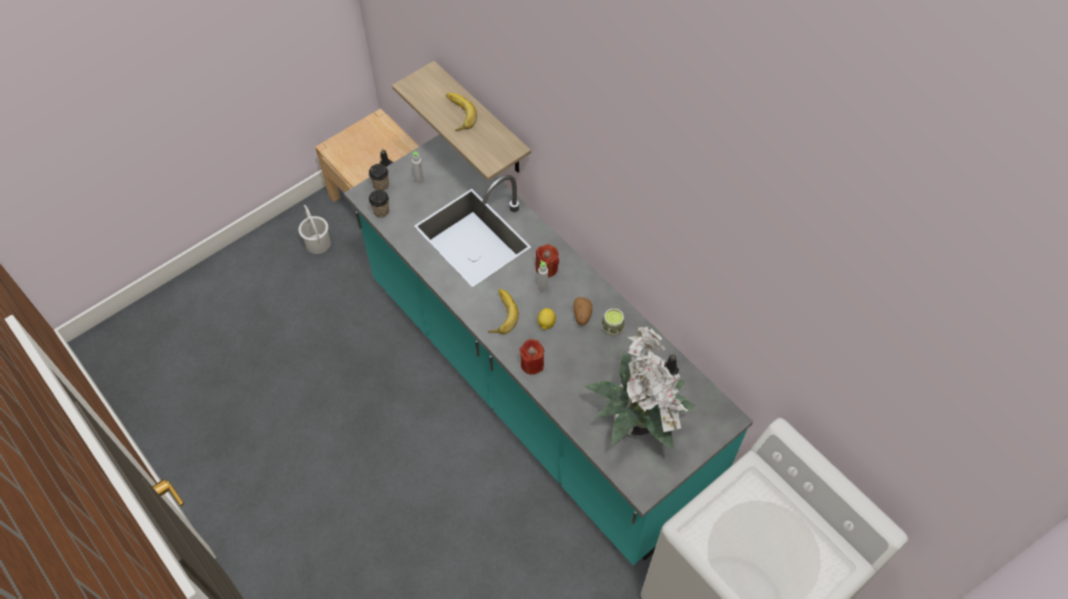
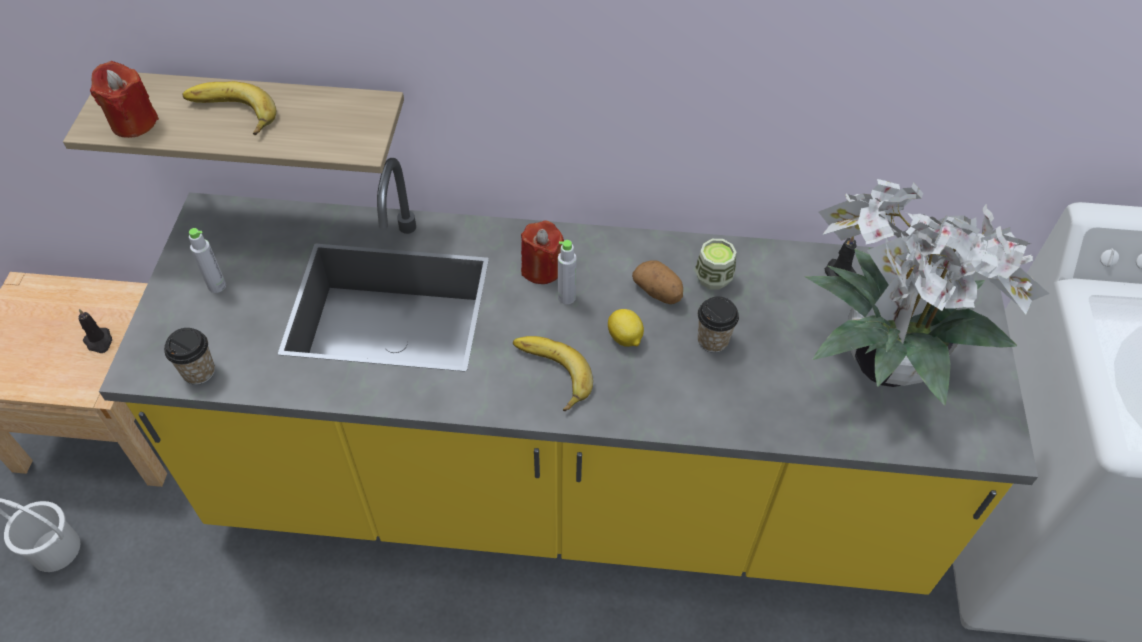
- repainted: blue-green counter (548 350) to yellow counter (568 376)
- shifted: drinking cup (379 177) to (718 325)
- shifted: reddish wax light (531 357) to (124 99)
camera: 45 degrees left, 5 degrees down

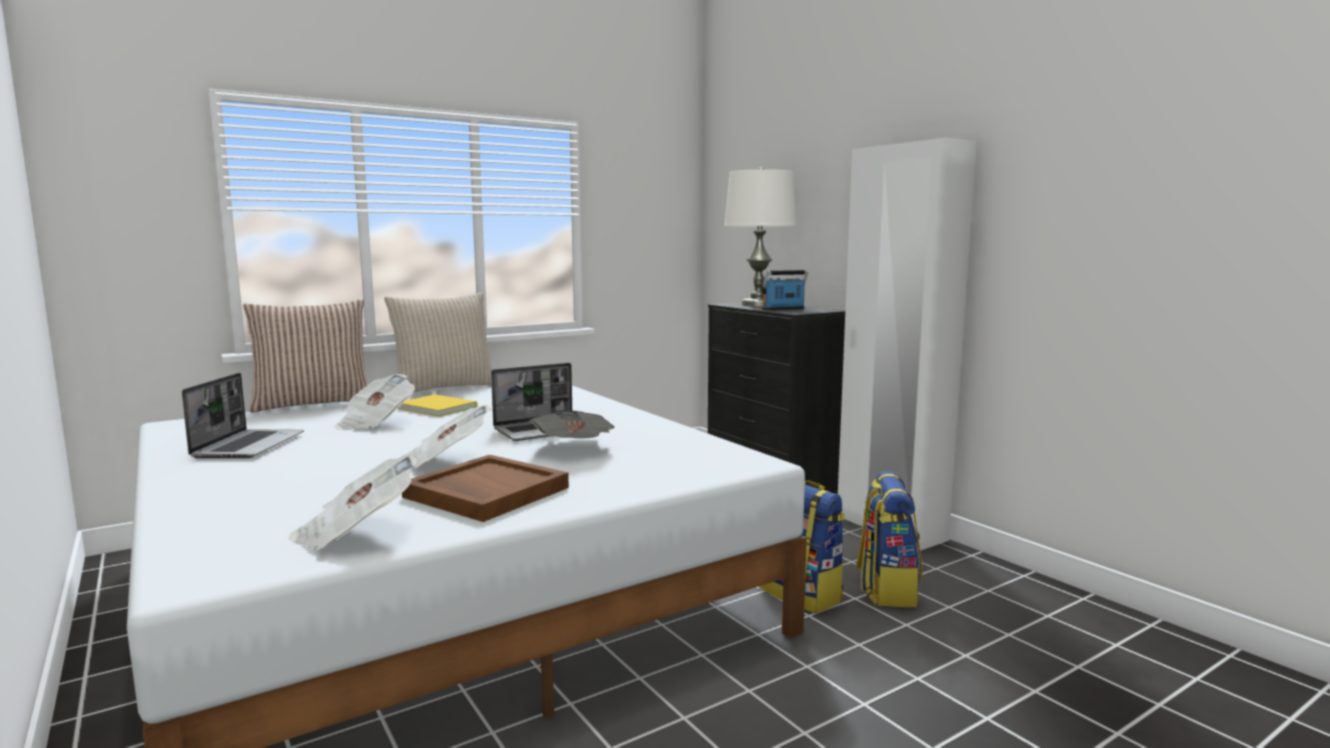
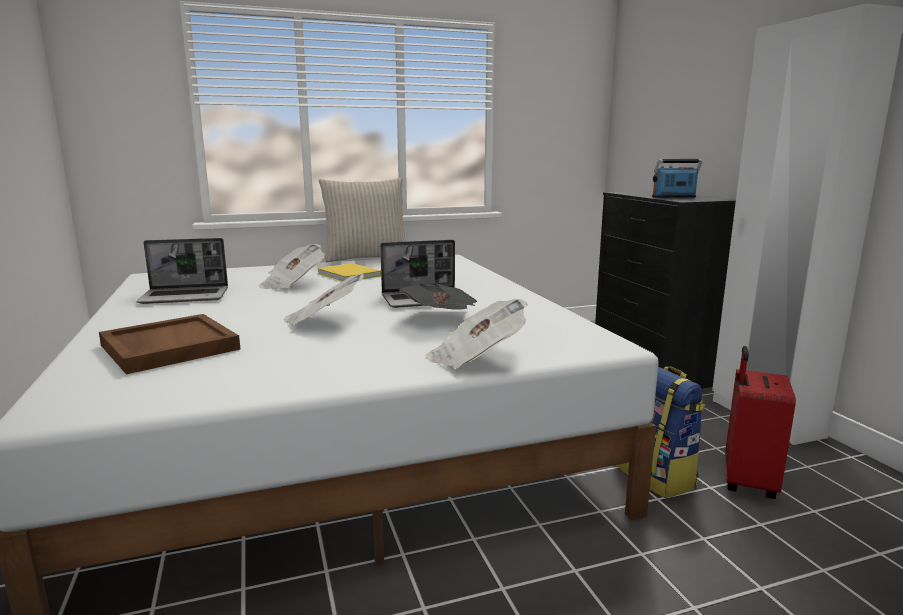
- rotated: portable computer (243 415) = (182 271) 60 degrees clockwise
- gone: pillow (305 355)
- shifted: daily paper (353 503) to (477 334)
- shifted: brown serving tray (485 488) to (169 344)
- gone: white tabletop lamp (760 237)
- swapped: backpack (889 539) to reddish travel case (760 422)
camera: 15 degrees right, 5 degrees up

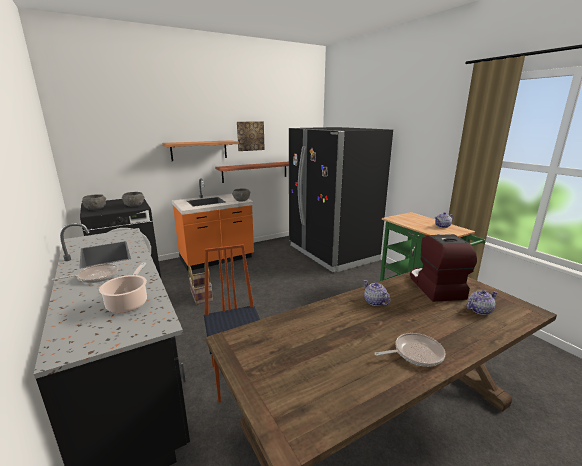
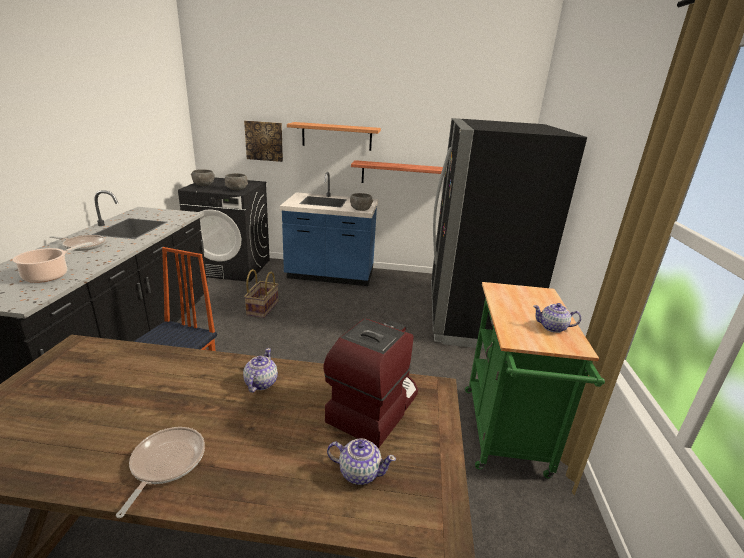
- repainted: orange-coloured counter (213 224) to blue-coloured counter (329 229)
- shifted: wall art (251 136) to (263 141)
- rotated: skillet (409 350) = (160 472) 105 degrees counterclockwise
camera: 35 degrees right, 5 degrees up

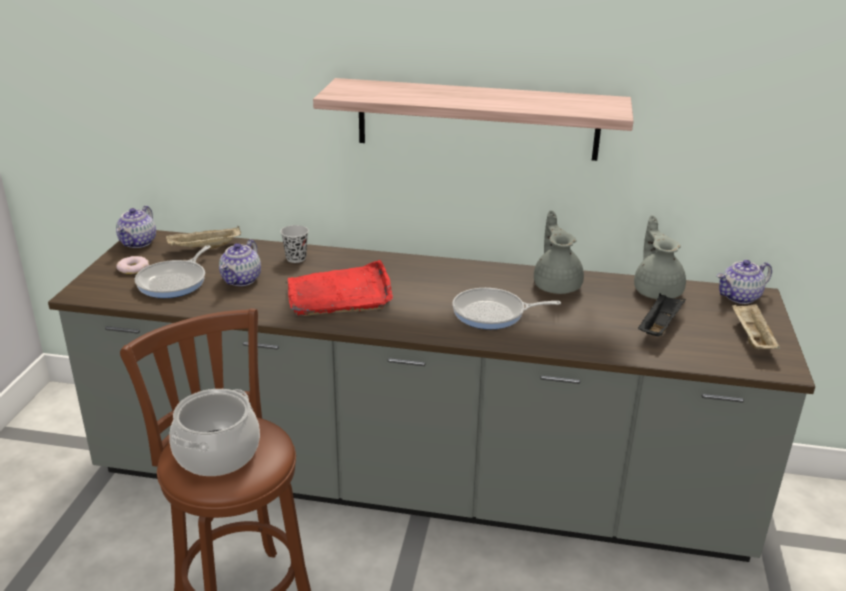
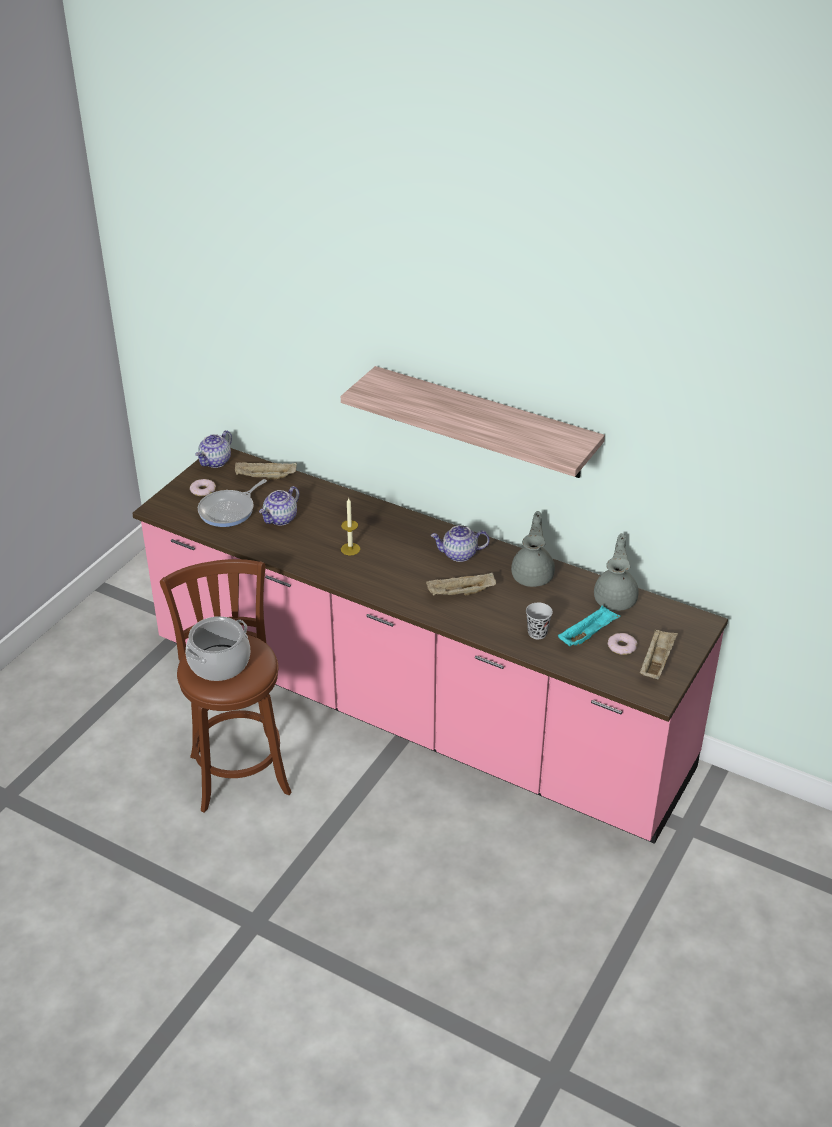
- repainted: greyish counter (431 396) to pink counter (430 646)
- shifted: black-coloured drinking cup (294 244) to (539 621)
- swapped: reddish serving tray (340 288) to wax light (350 526)
- swapped: skillet (506 308) to beige-coloured serving tray (461 584)
- repainted: black-coloured serving tray (662 315) to blue-green serving tray (589 625)
- shifted: tea pot (744 282) to (460 543)
- new: doughnut (622 644)
camera: 20 degrees right, 10 degrees up

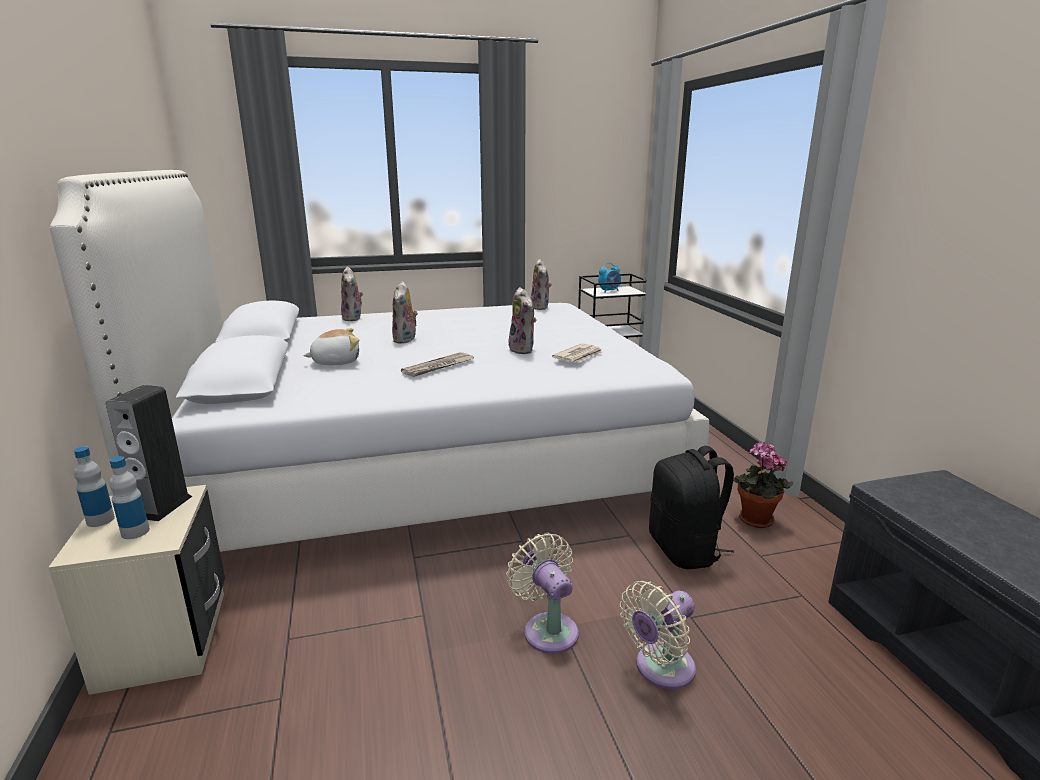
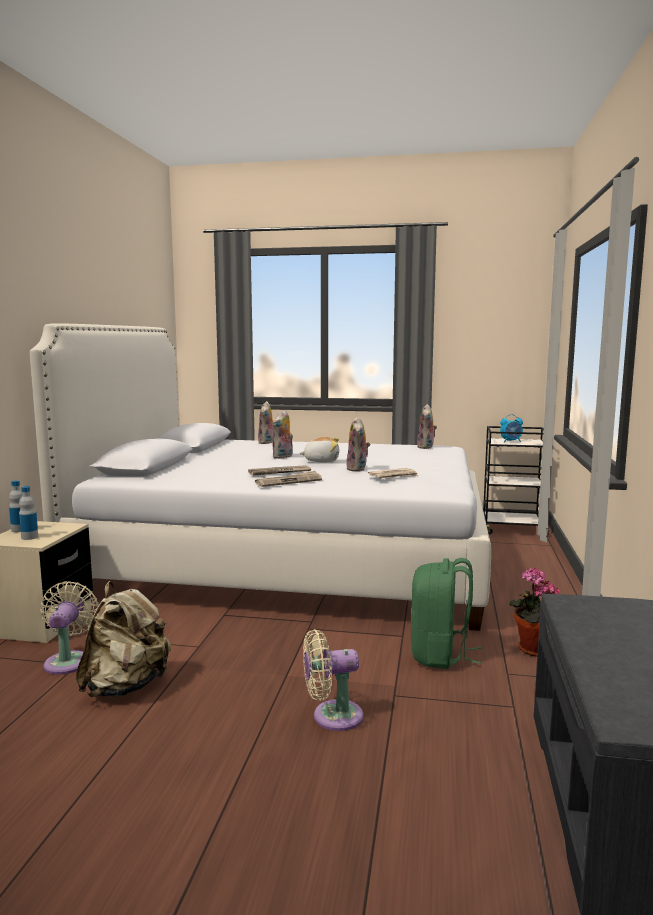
- gone: audio speaker (149 453)
- shifted: cuddly toy (331 346) to (319 449)
- shifted: beige-coloured electric fan (542 593) to (69 628)
- repainted: black-coloured backpack (691 507) to greenish backpack (446 613)
- new: beige-coloured backpack (123 639)
- new: daily paper (288 479)
camera: 25 degrees right, 10 degrees down

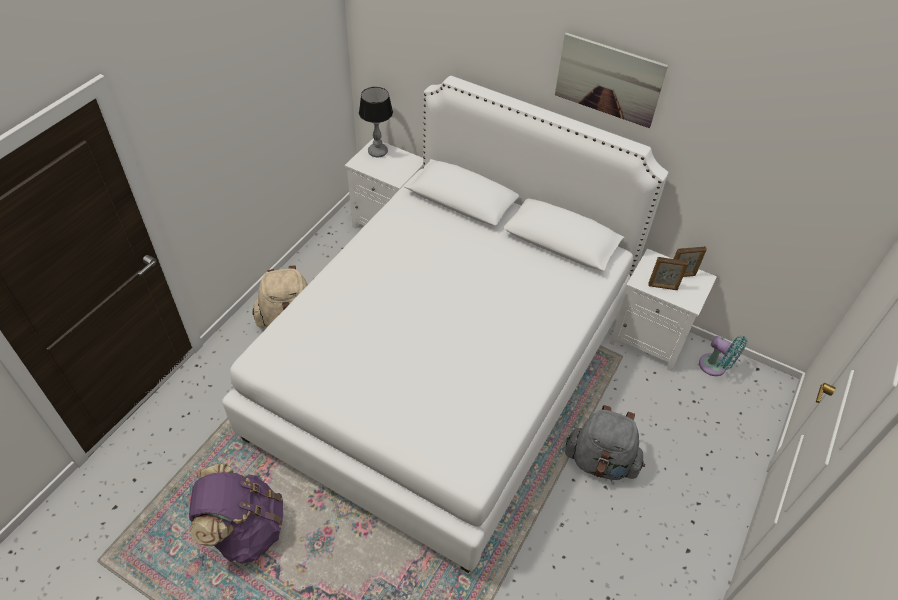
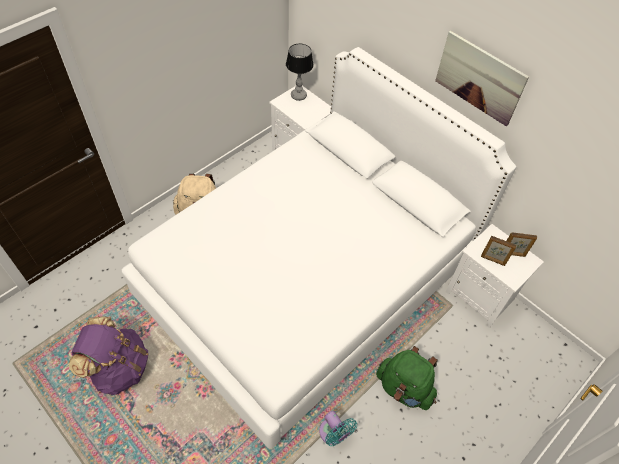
- repainted: greyish backpack (605 442) to greenish backpack (407 378)
- shifted: blue-green electric fan (723 356) to (338 428)
camera: 15 degrees right, 5 degrees up

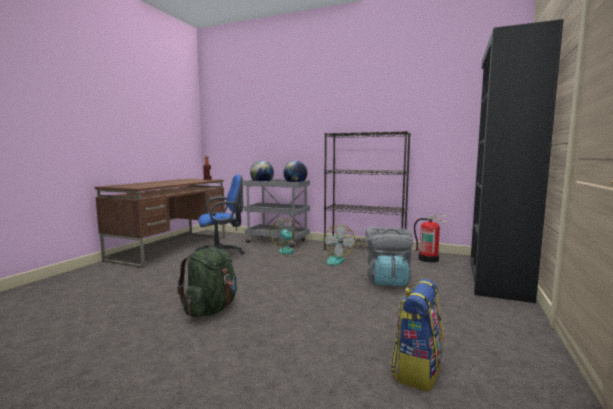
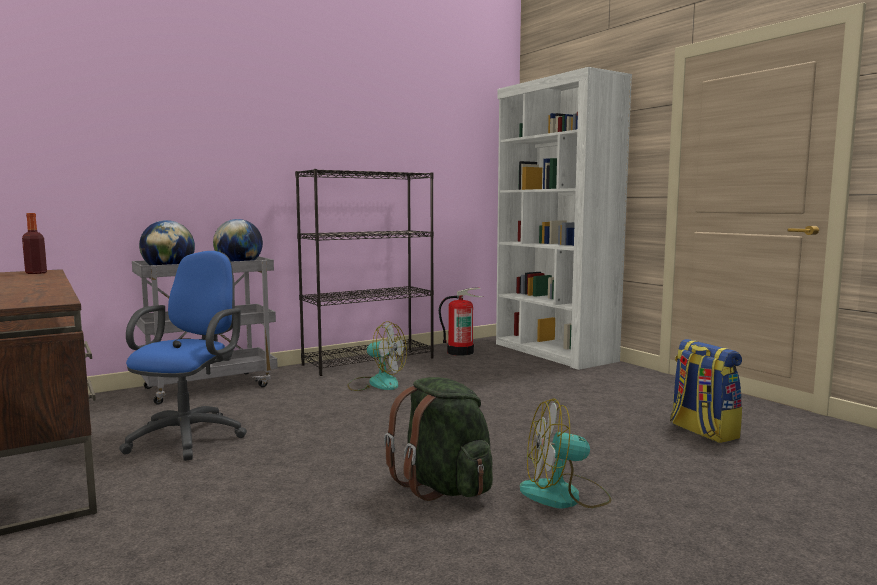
- shifted: electric fan (288 237) to (566 453)
- gone: greyish backpack (389 257)
- repainted: black-coloured bookcase (517 161) to white bookcase (564 218)
camera: 55 degrees left, 0 degrees up

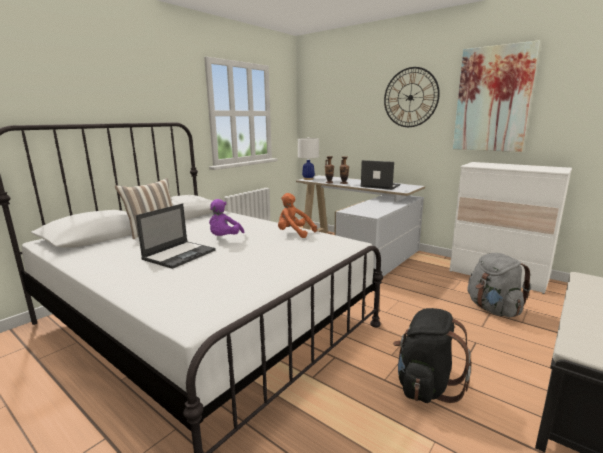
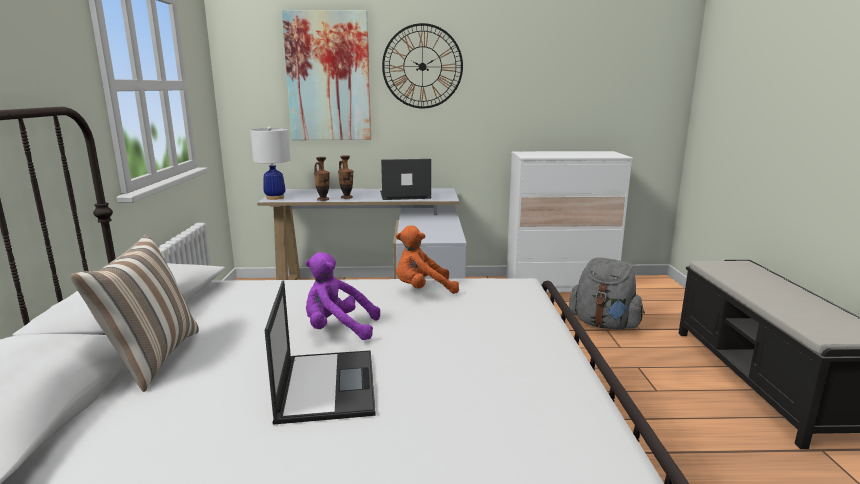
- rotated: purple-coloured cuddly toy (227 217) = (343 296) 120 degrees clockwise
- gone: black-coloured backpack (432 355)
- shifted: wall art (496 96) to (326 75)
camera: 40 degrees left, 0 degrees up

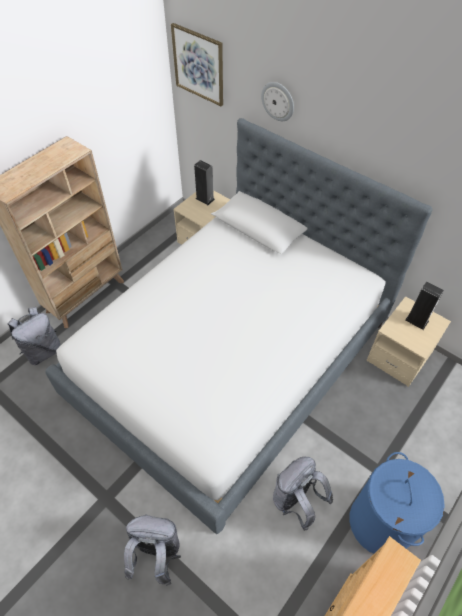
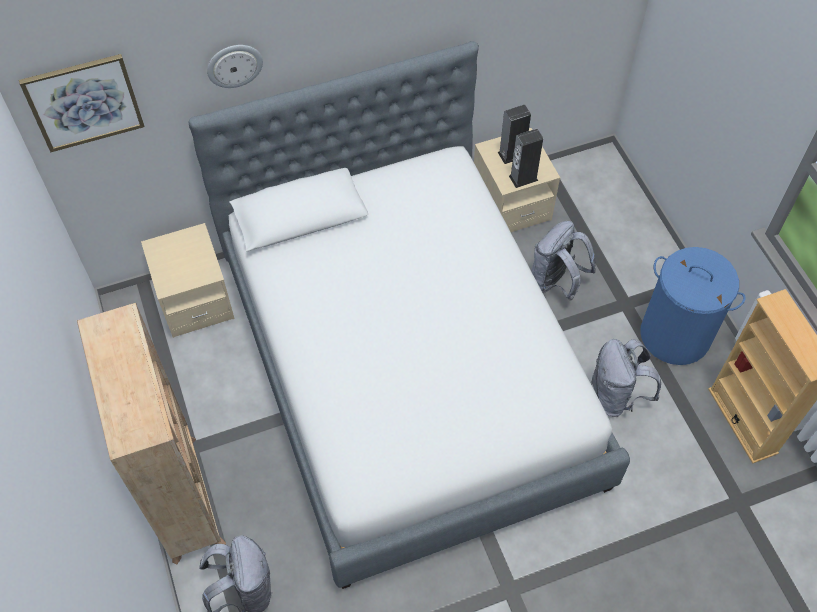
- shifted: greyish backpack (152 550) to (563 261)
- shifted: audio speaker (204 182) to (526 158)
camera: 60 degrees left, 5 degrees up

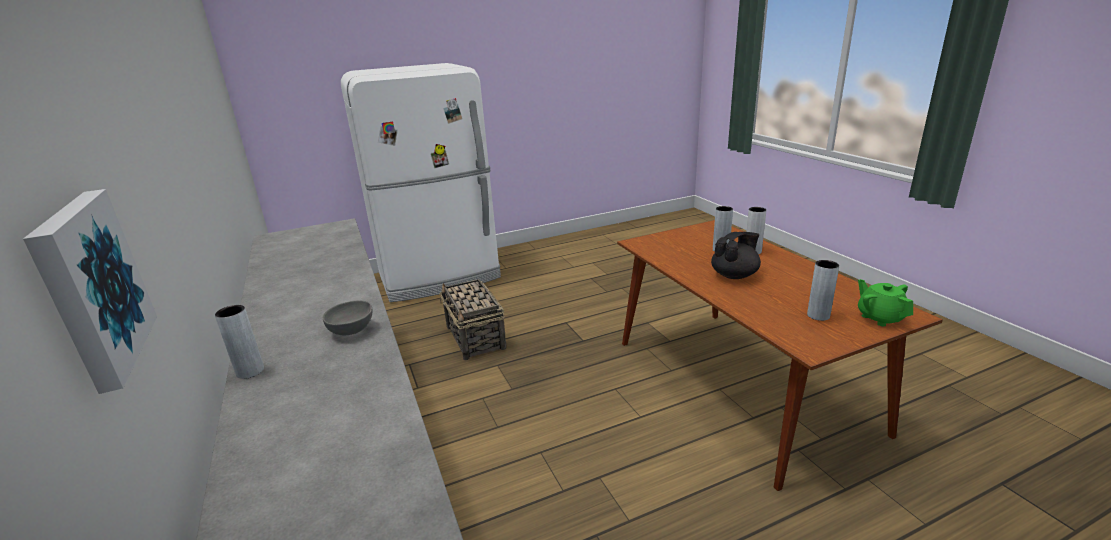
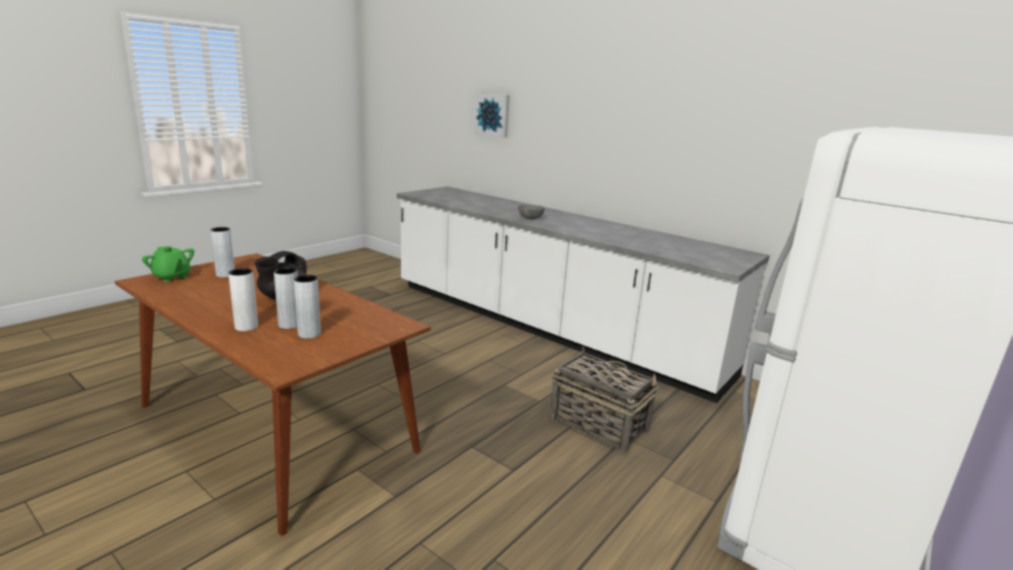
- shifted: greyish decorative vase (239 342) to (307 307)
camera: 150 degrees right, 5 degrees down

